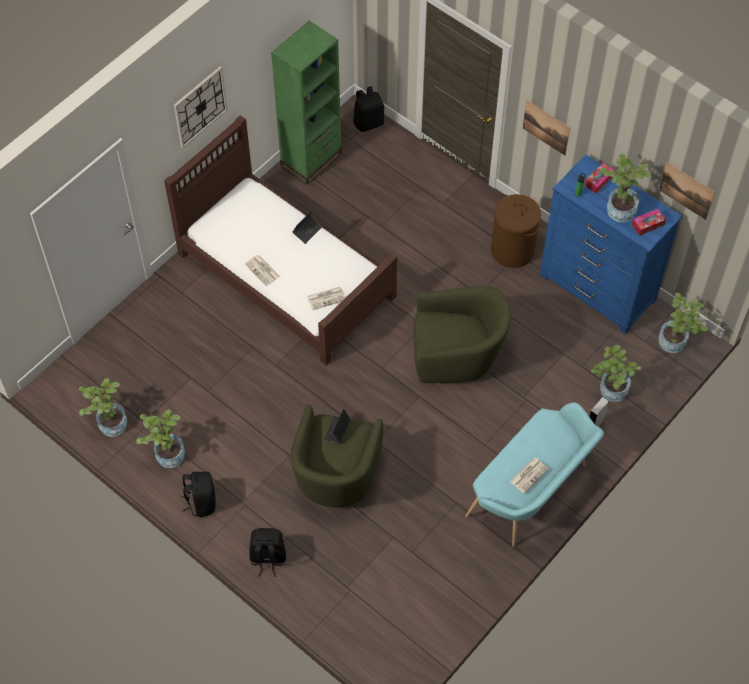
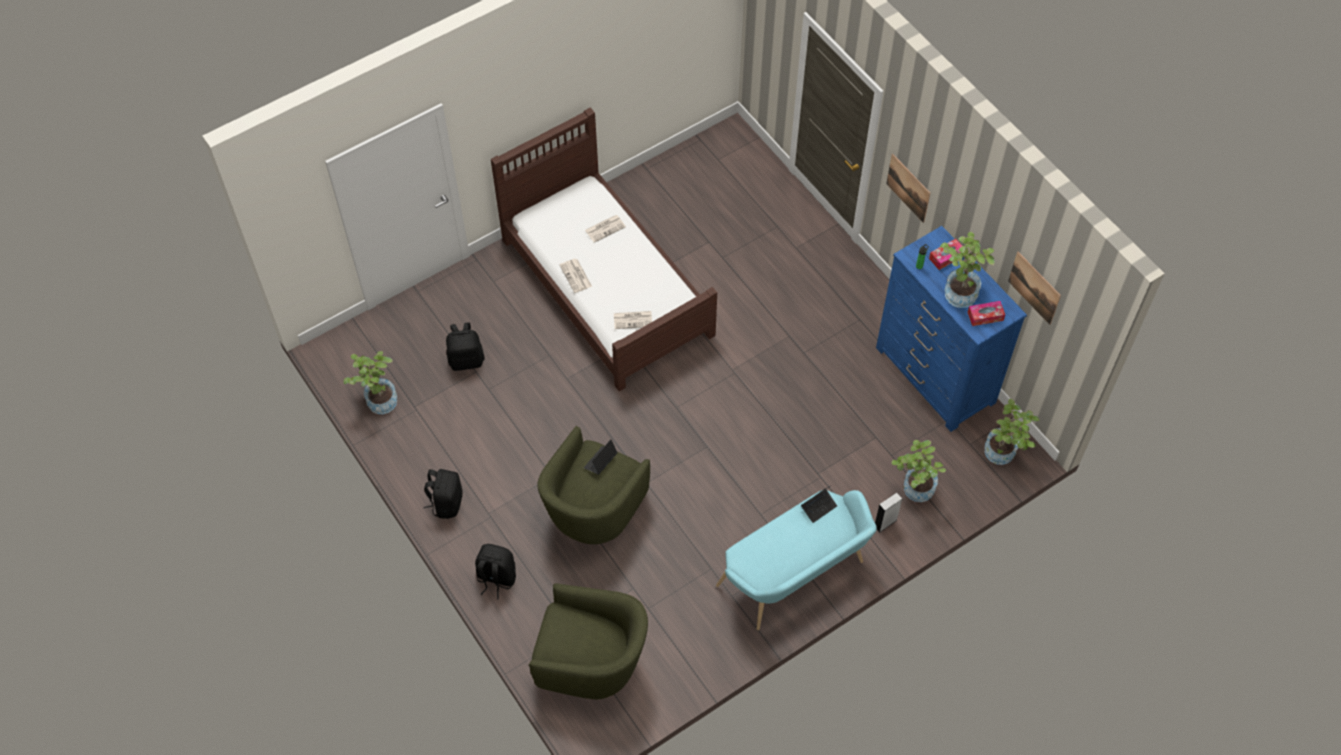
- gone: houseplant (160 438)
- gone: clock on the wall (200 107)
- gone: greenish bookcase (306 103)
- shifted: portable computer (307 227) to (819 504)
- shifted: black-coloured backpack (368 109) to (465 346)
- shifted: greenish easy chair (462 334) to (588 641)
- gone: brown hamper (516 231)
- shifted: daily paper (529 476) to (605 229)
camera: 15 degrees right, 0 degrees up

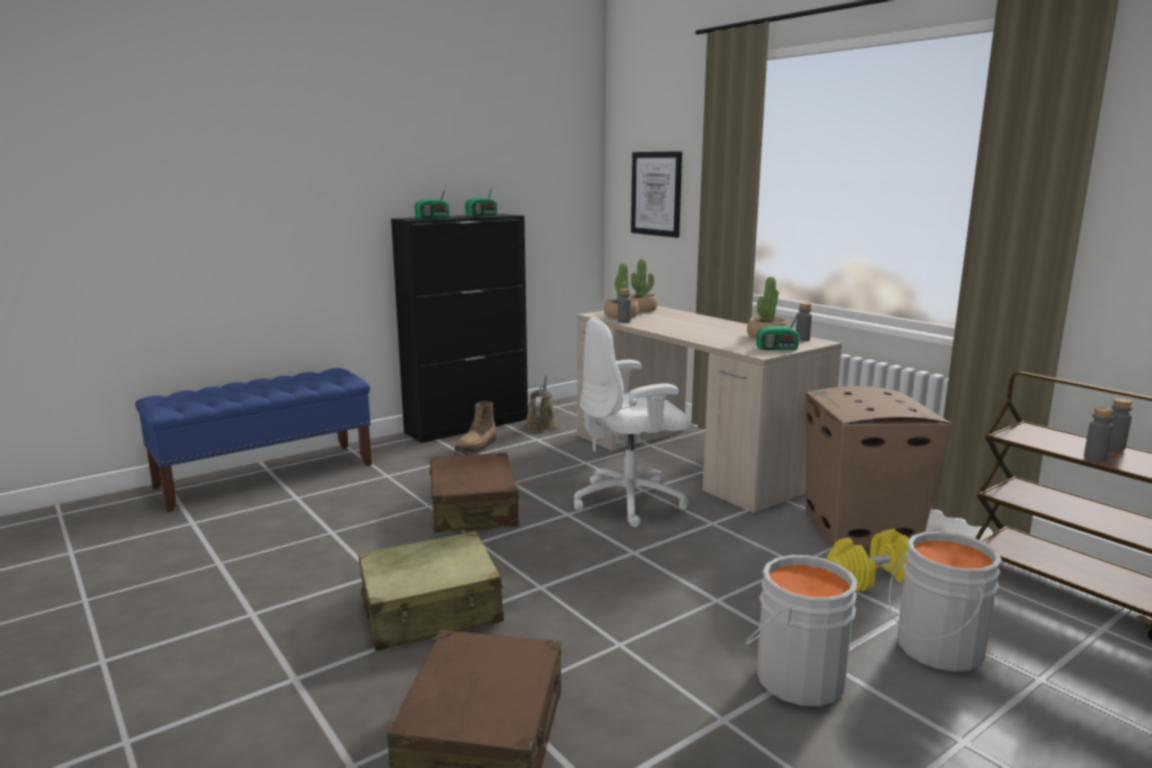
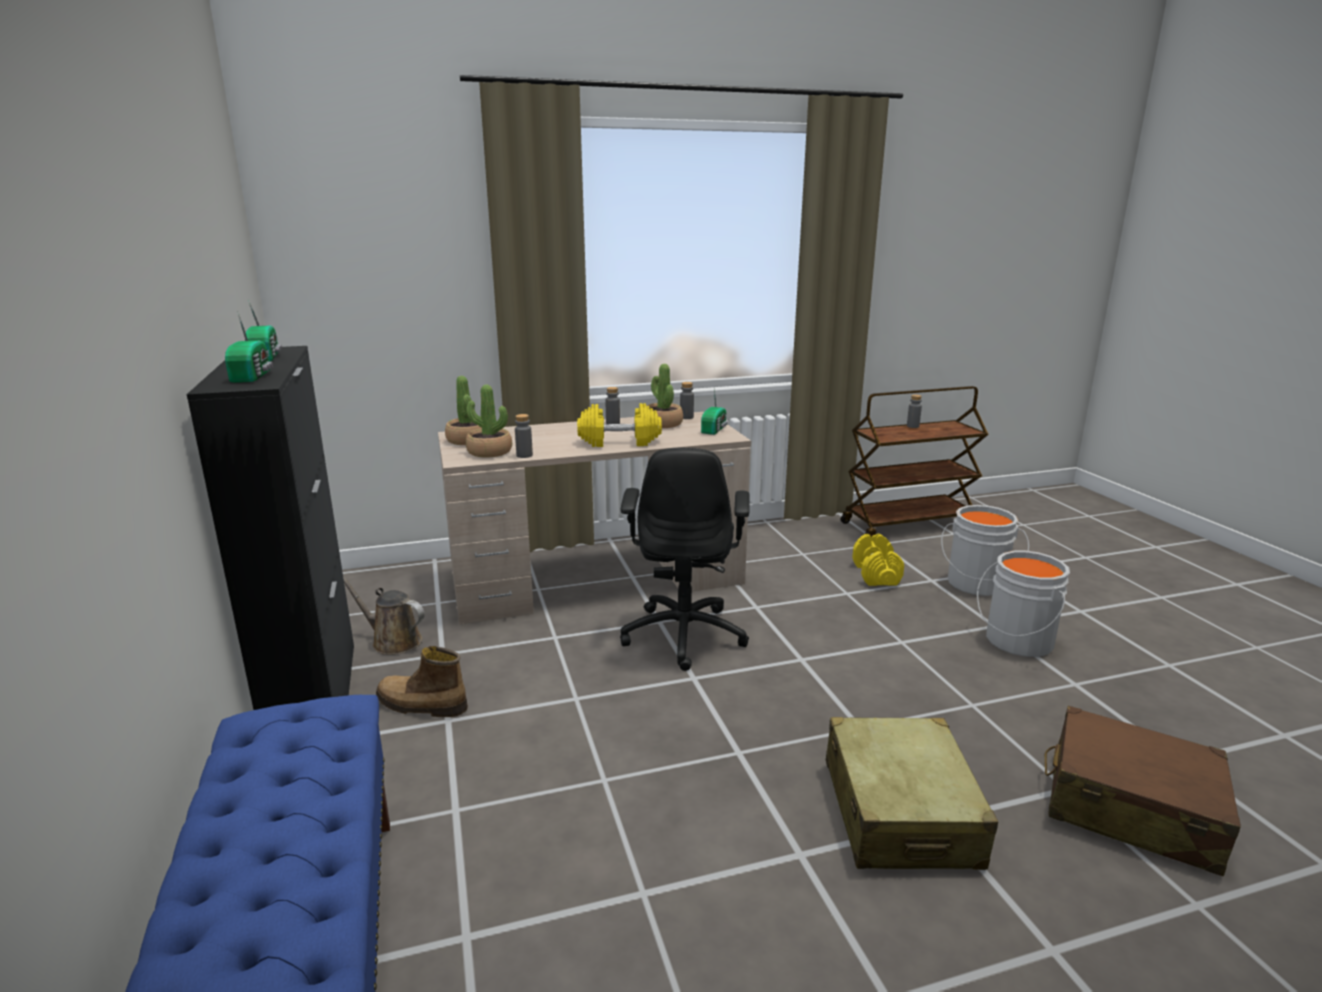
- gone: brown travel case (475 492)
- rotated: high-top boot (476 427) = (422 681) 150 degrees clockwise
- repainted: white desk chair (631 422) to black-coloured desk chair (685 559)
- gone: wall art (656 194)
- gone: carton (878 467)
- shifted: greyish drink bottle (1099 434) to (612 406)
- new: yellow dumbbell (619 425)
camera: 70 degrees left, 5 degrees up

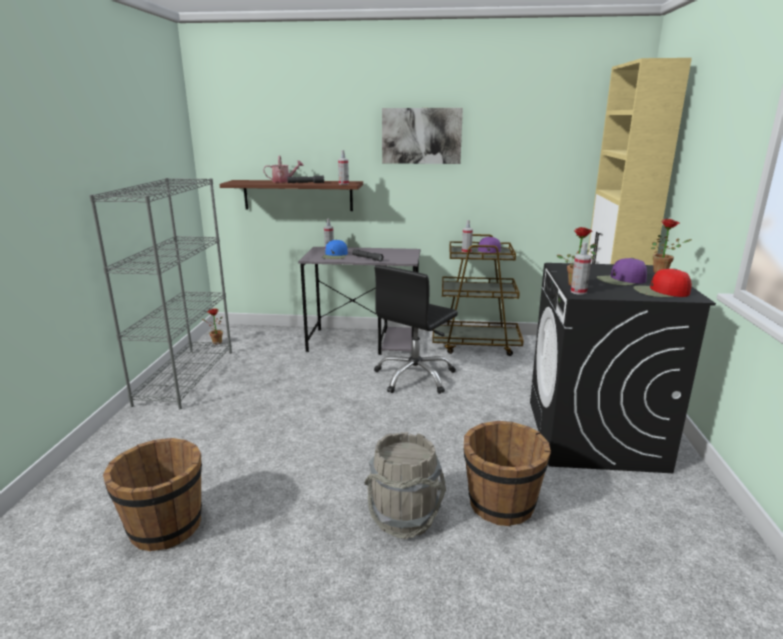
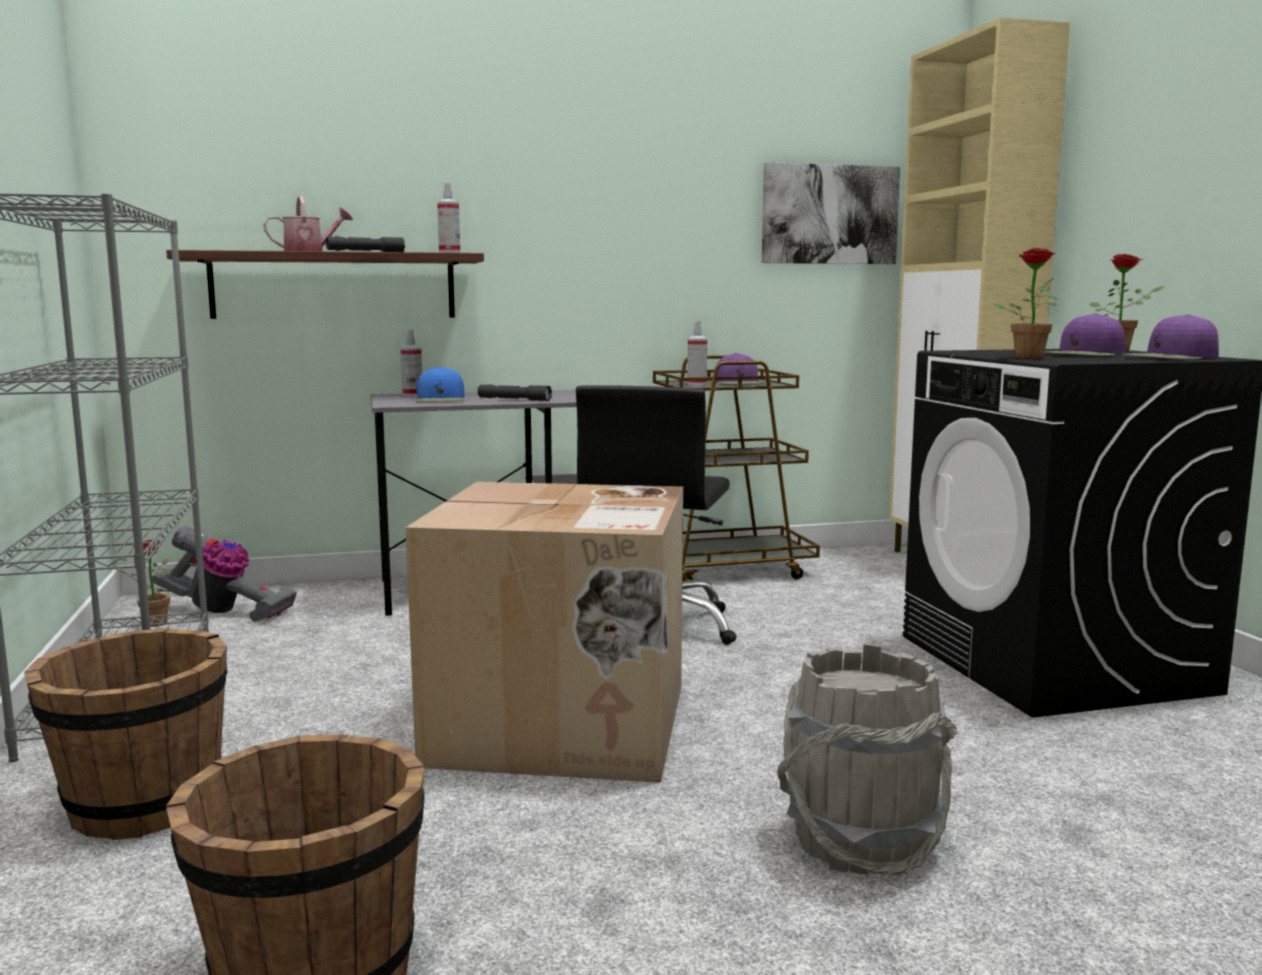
- shifted: wall art (422 136) to (831 213)
- shifted: brown water bucket (507 473) to (126 734)
- gone: spray bottle (581 268)
- repainted: reddish cap (662 283) to purple-coloured cap (1170 336)
- new: hoover (224 574)
- new: carton (544 632)
camera: 20 degrees left, 10 degrees down

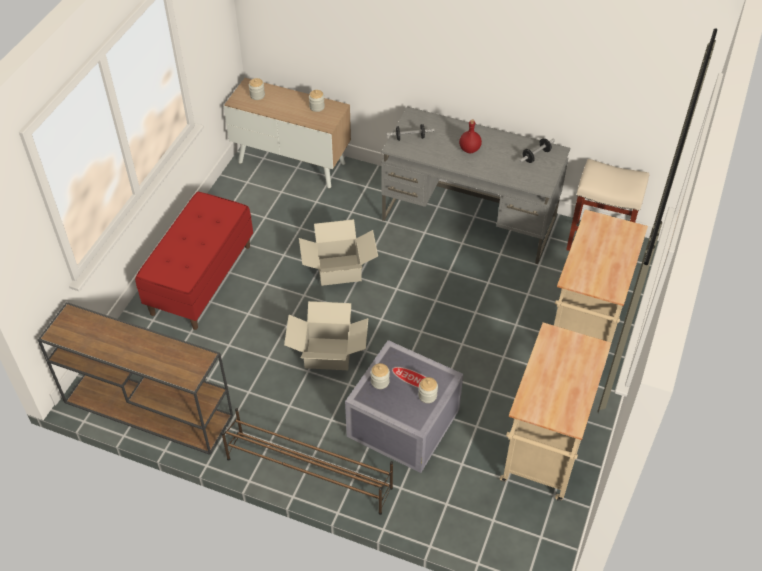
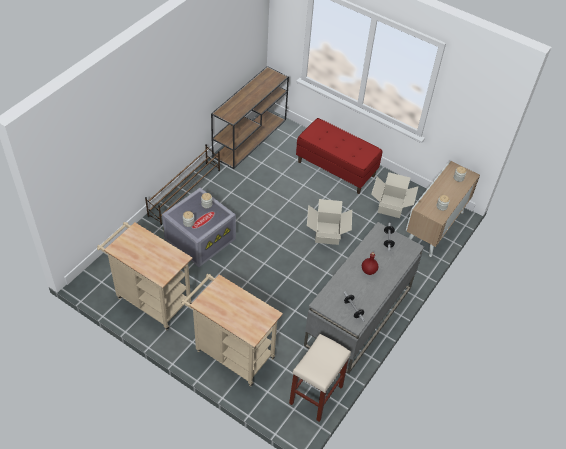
- shifted: carton (326 335) to (395 195)
camera: 100 degrees right, 0 degrees up

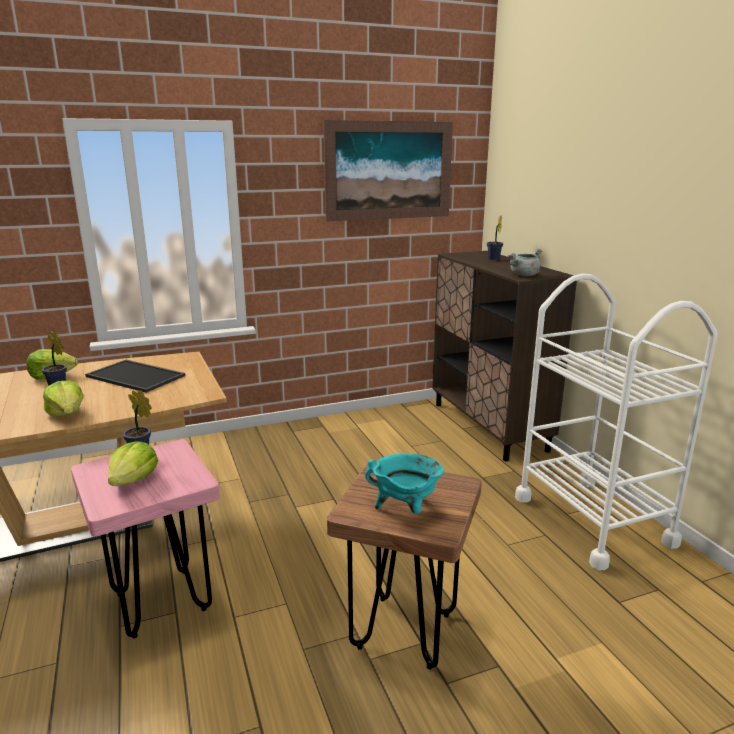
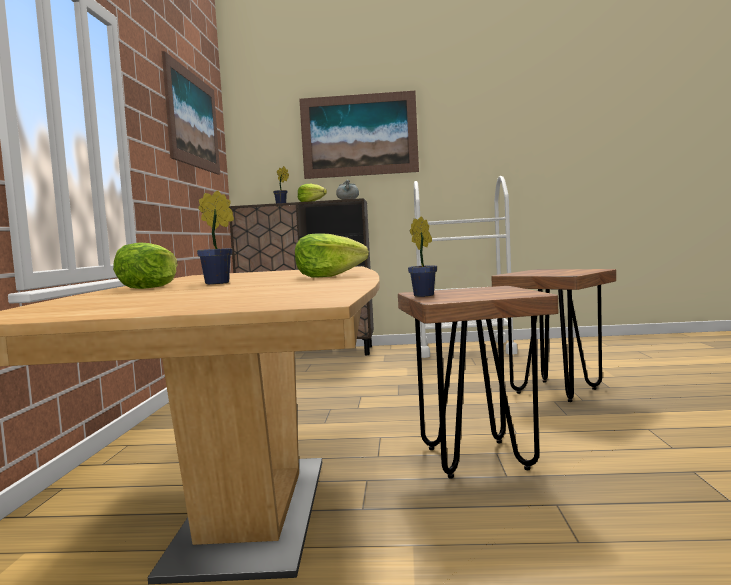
- repainted: pink stool (145 538) to brown stool (478 382)
- gone: serving tray (135 376)
- shifted: lettuce (133 463) to (312 193)
- gone: blue-green saucepot (404 483)
- new: wall art (359 135)
camera: 65 degrees left, 15 degrees down

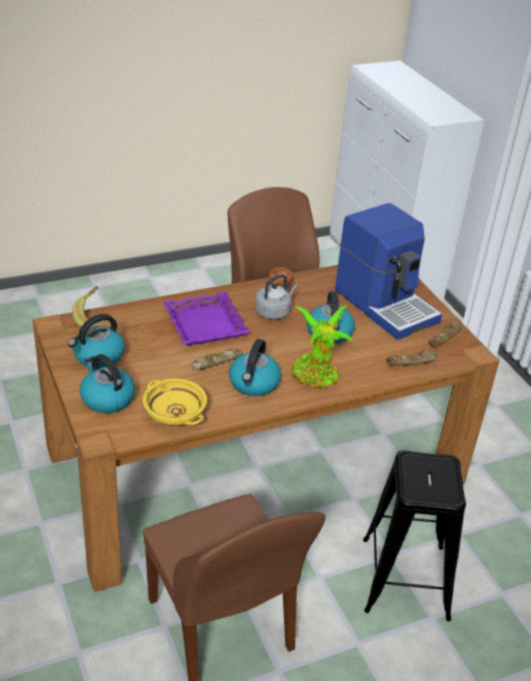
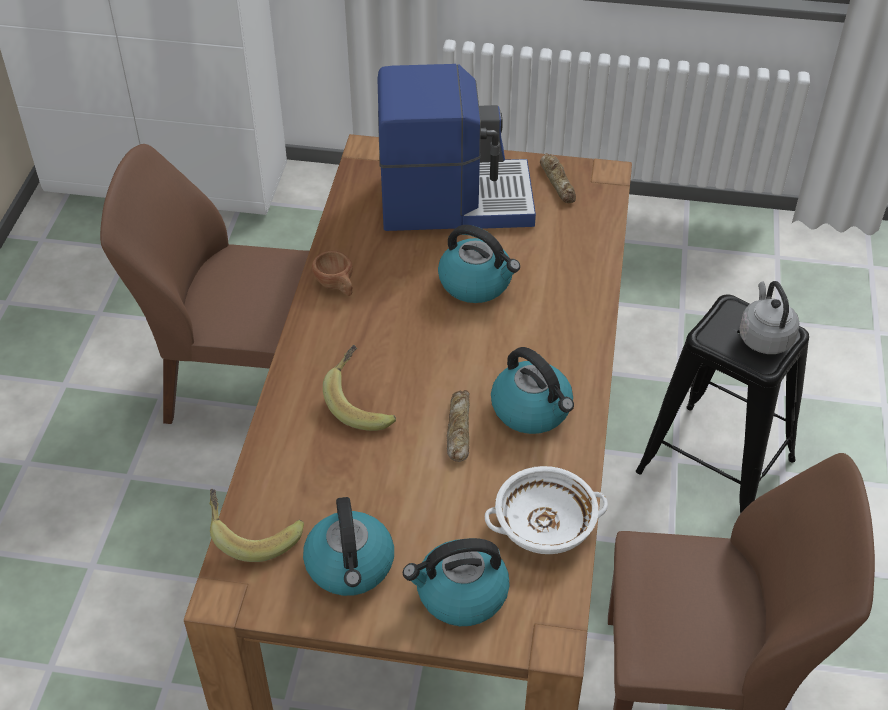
- repainted: yellow bowl (175 402) to white bowl (546 510)
- swapped: purple-coloured serving tray (206 318) to banana fruit (359 388)
- shifted: greyish tea kettle (276 297) to (769 317)
- gone: houseplant (322 347)
- gone: bakery bread (412 358)
camera: 55 degrees left, 10 degrees up

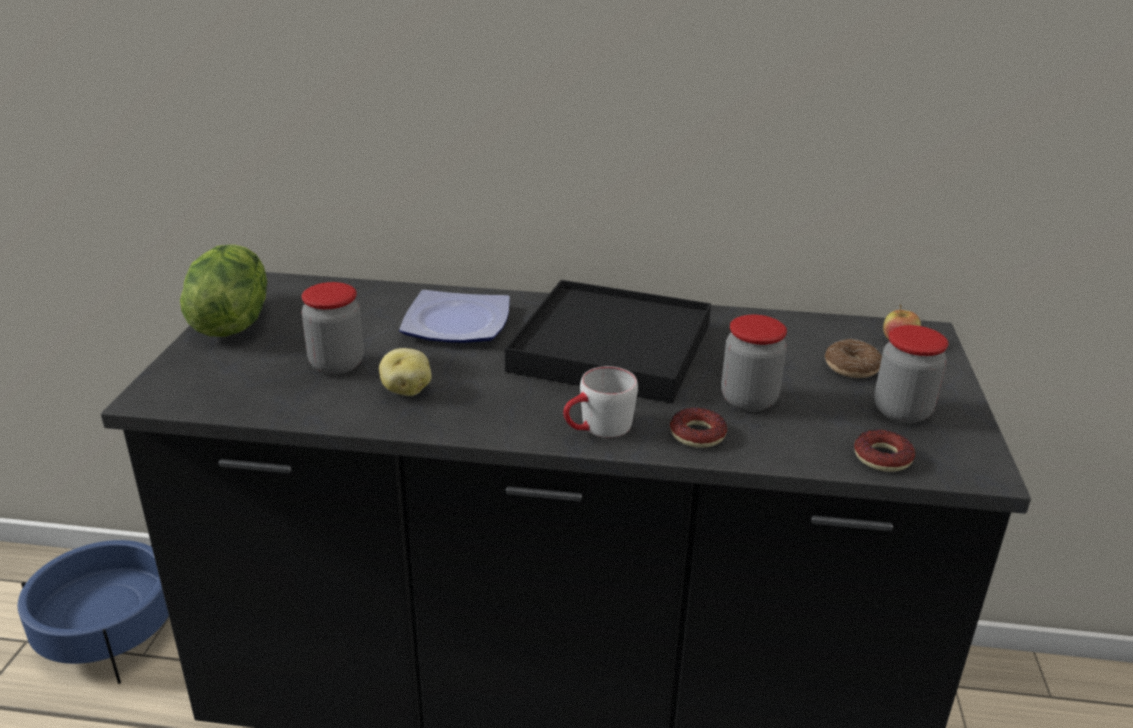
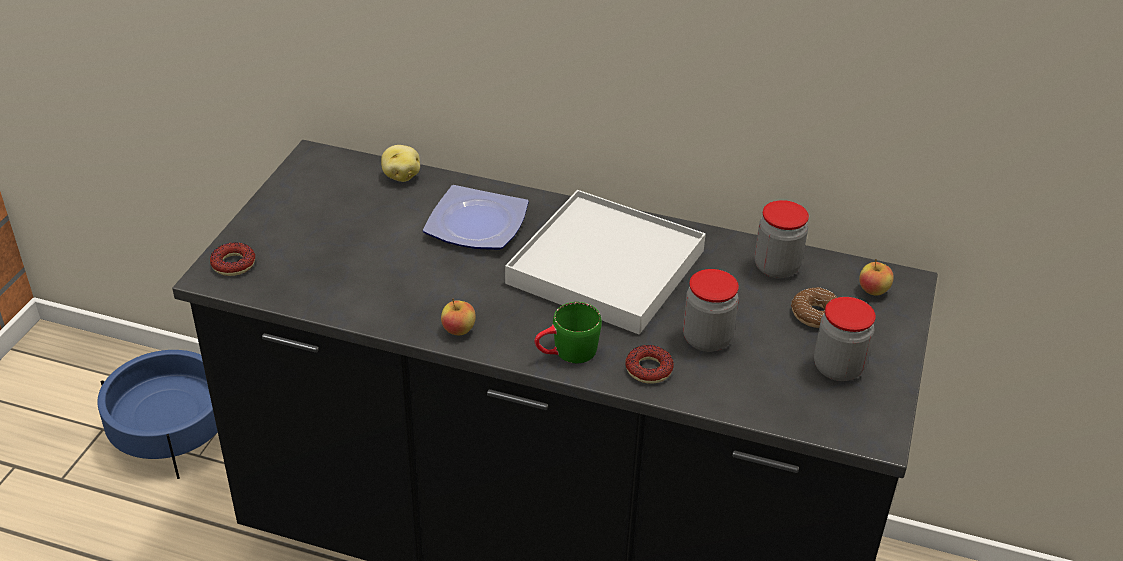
- gone: lettuce (223 290)
- shifted: storage jar (333 328) to (782 239)
- shifted: spud (405 372) to (400 163)
- repainted: black-coloured serving tray (608 341) to white serving tray (605 262)
- repainted: greyish mug (600 402) to greenish mug (568 332)
- shifted: doughnut (884 450) to (232 259)
- new: apple fruit (458 317)
camera: 10 degrees right, 10 degrees up

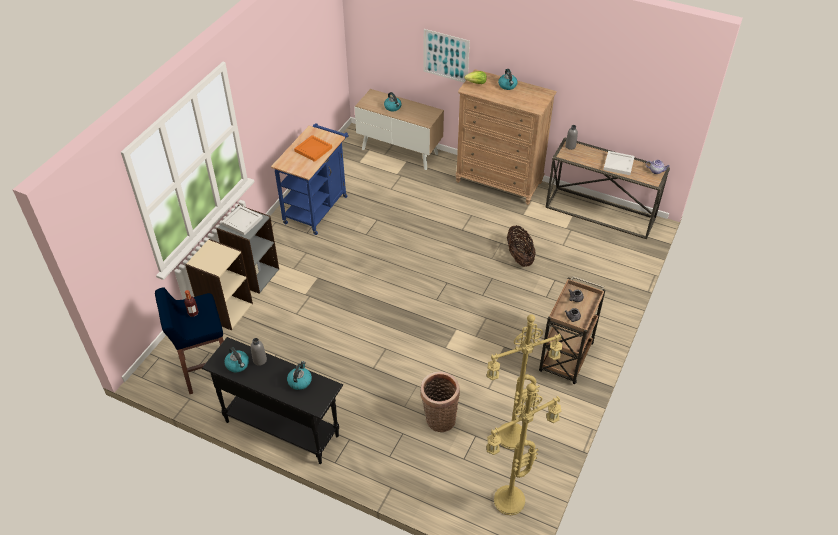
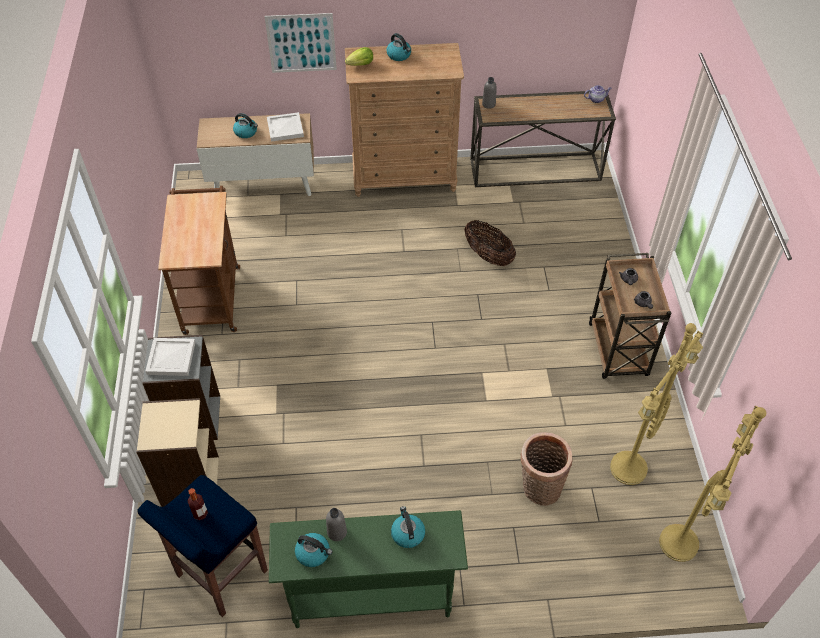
- repainted: black-coloured narrow table (272 400) to greenish narrow table (368 569)
- repainted: blue-coloured trolley (310 179) to brown trolley (199 260)
- gone: orange-coloured serving tray (313 148)
- shifted: white serving tray (619 163) to (285 127)
camera: 30 degrees left, 5 degrees up

